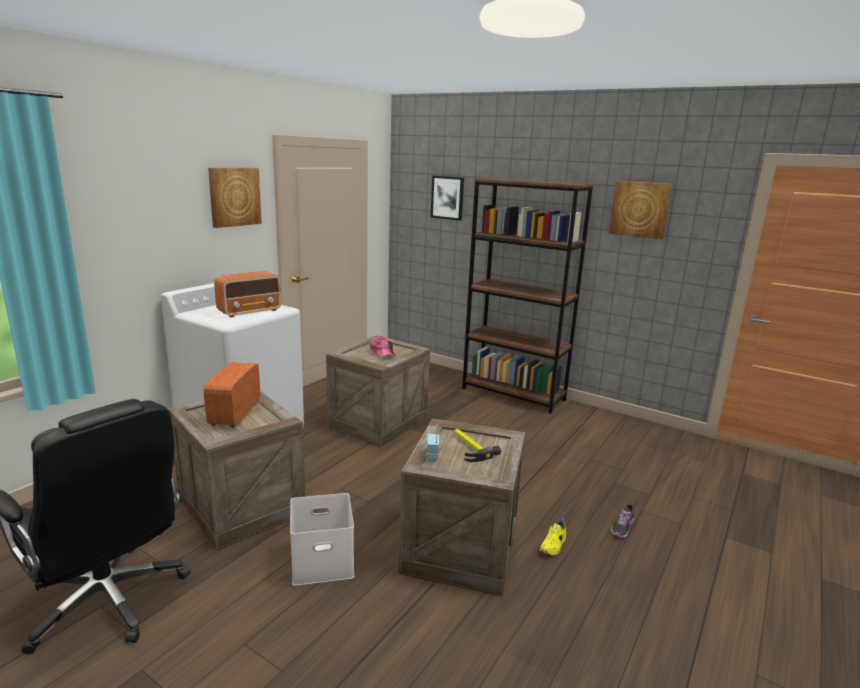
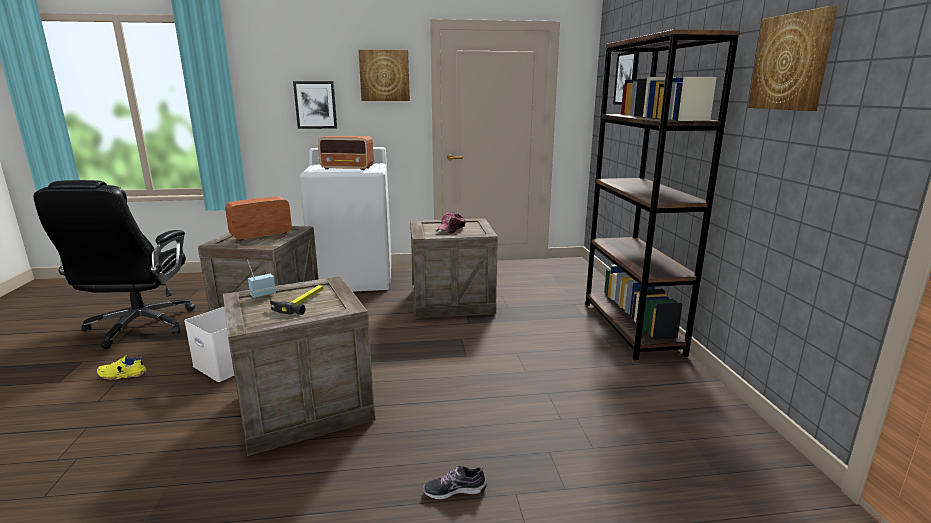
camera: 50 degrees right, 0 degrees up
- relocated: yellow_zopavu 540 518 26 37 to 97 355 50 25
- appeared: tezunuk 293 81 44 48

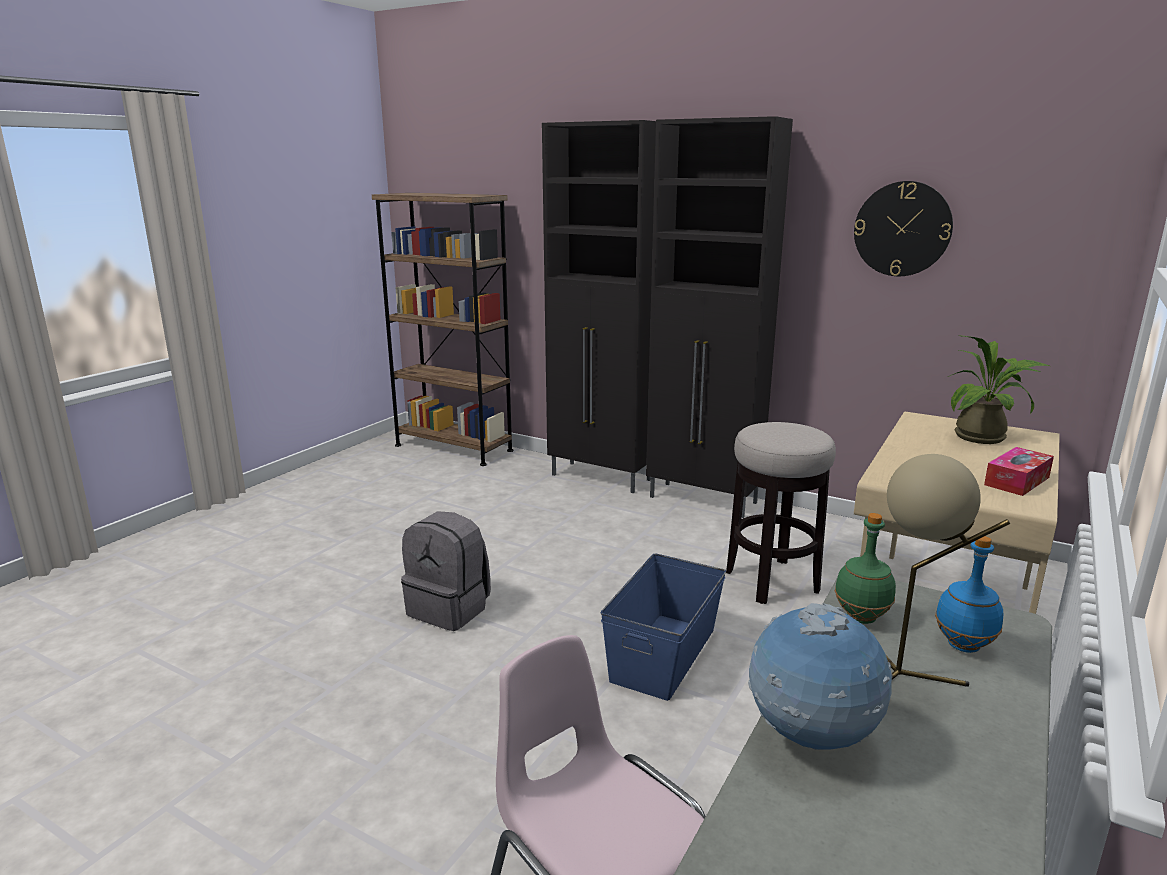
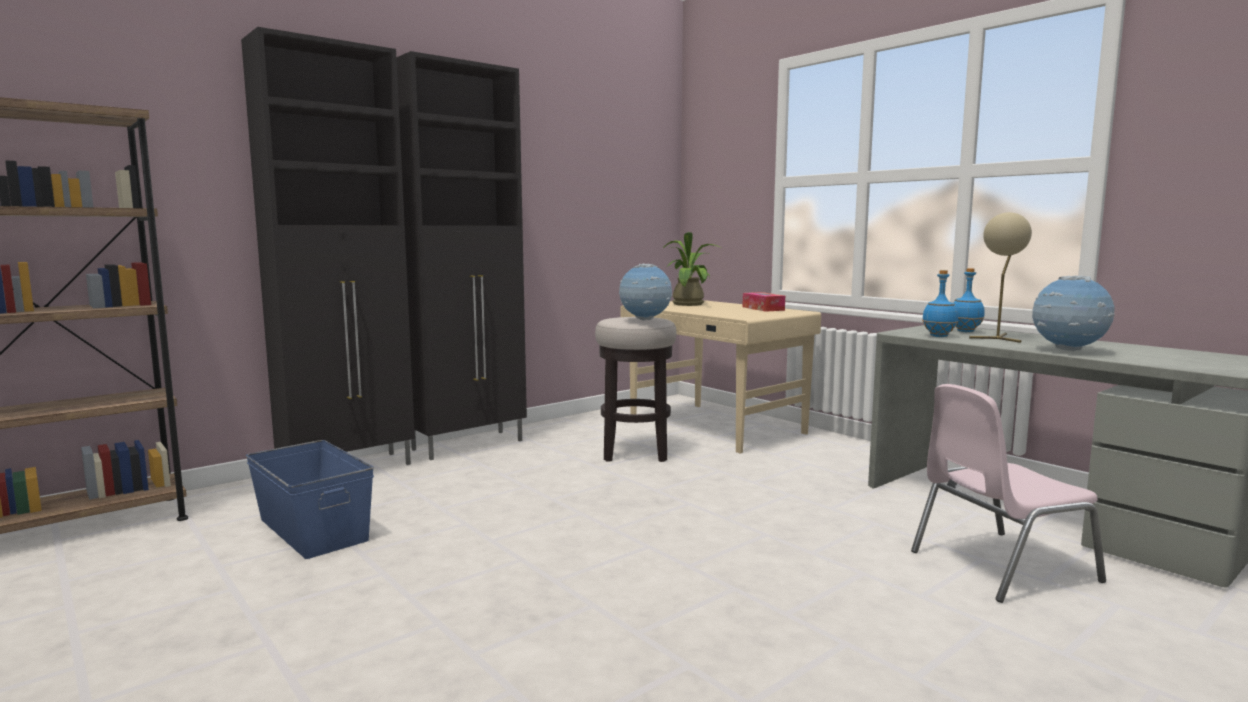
camera: 70 degrees left, 10 degrees down
- missing: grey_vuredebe 401 511 90 120
- relocated: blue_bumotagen 601 553 125 148 to 246 440 128 119
- colour: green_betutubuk 835 513 61 111 to blue_betutubuk 922 270 36 67
- missing: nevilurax 854 181 99 95
- appeared: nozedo 619 264 53 57

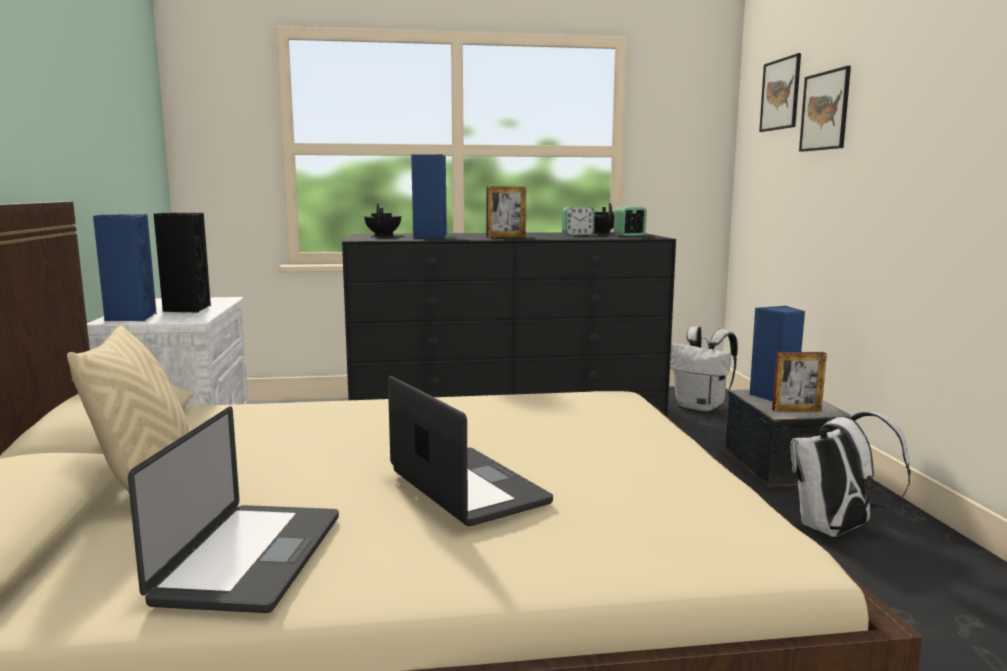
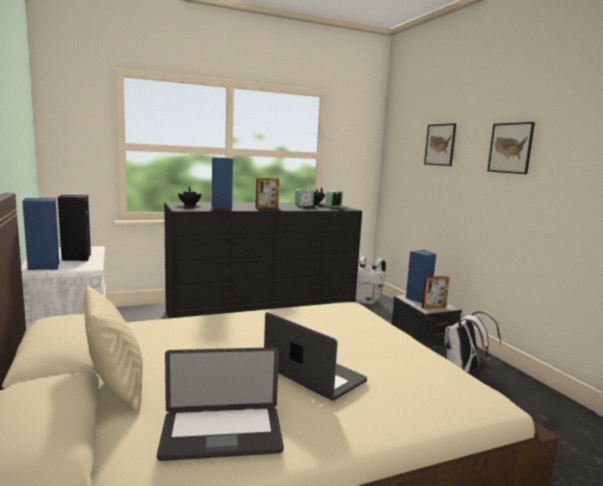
camera: 15 degrees left, 0 degrees up
- spun: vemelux 128 406 211 207 = 157 347 127 114 90 degrees clockwise
- relocated: tezunuk 759 53 42 79 to 487 122 48 52

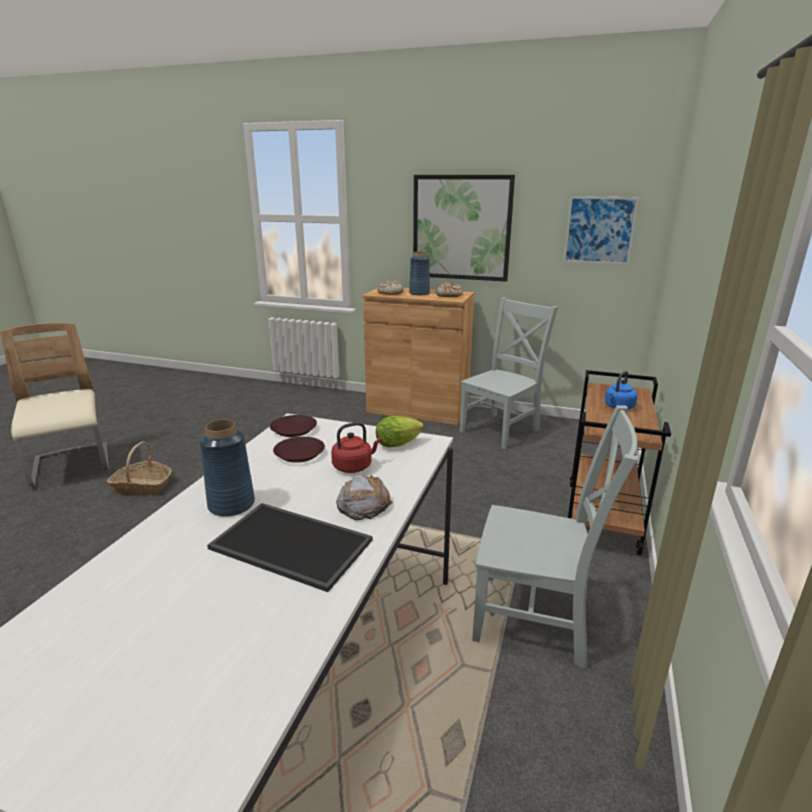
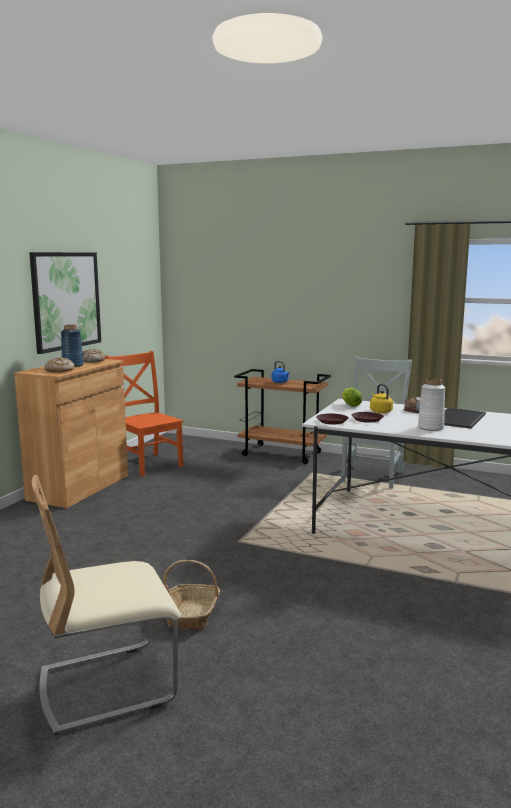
camera: 85 degrees left, 10 degrees down
- colour: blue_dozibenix 199 420 56 97 to white_dozibenix 418 378 27 53
- colour: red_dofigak 331 422 51 51 to yellow_dofigak 370 384 23 29
- colour: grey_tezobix 459 297 99 152 to orange_tezobix 105 351 79 125
- missing: tezunuk 563 196 76 69

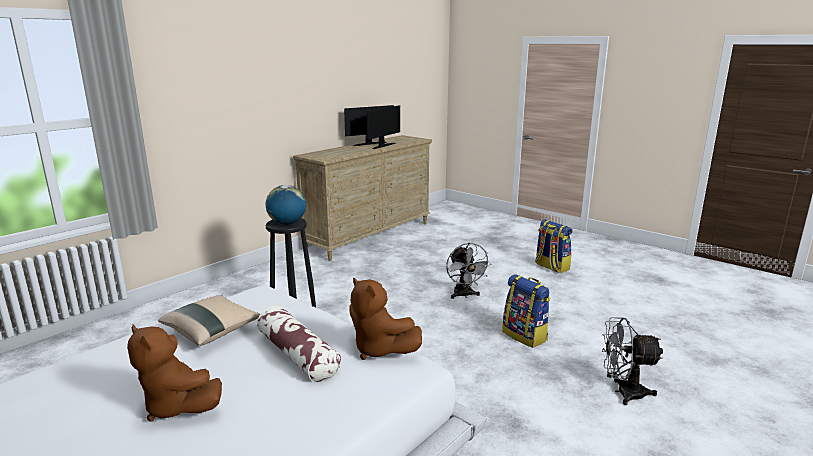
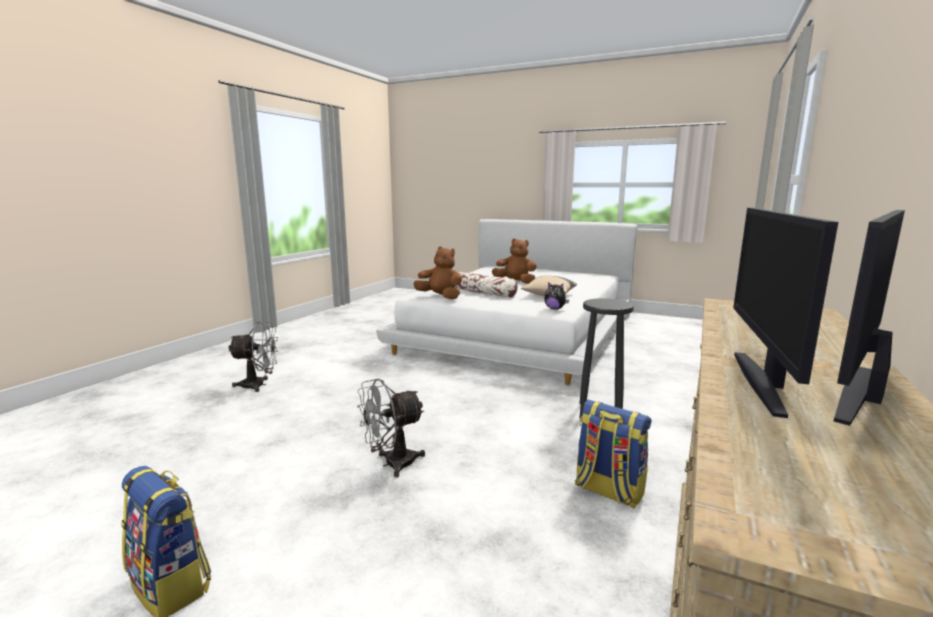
camera: 165 degrees right, 5 degrees down
- missing: nozedo 266 185 40 40
- spun: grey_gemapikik 446 243 45 56 = 357 379 68 98 90 degrees counterclockwise
- relocated: vuredebe 502 274 49 74 to 575 400 76 109
- appeared: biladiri 544 282 25 28

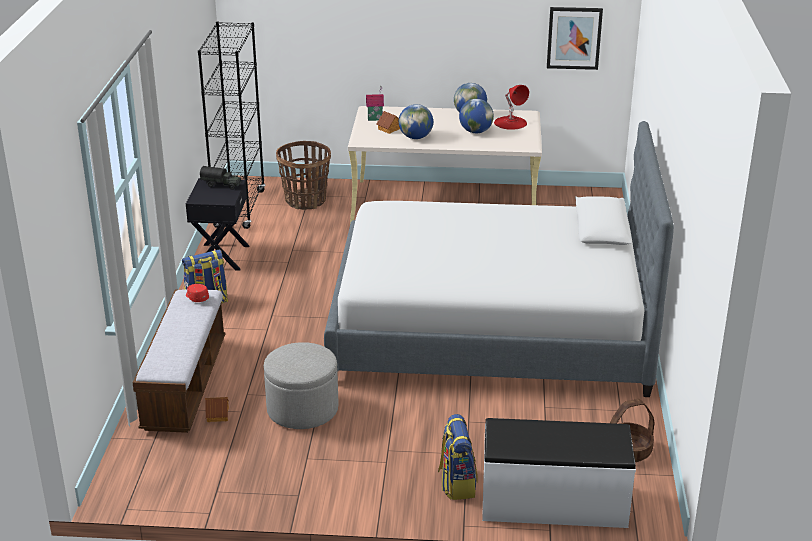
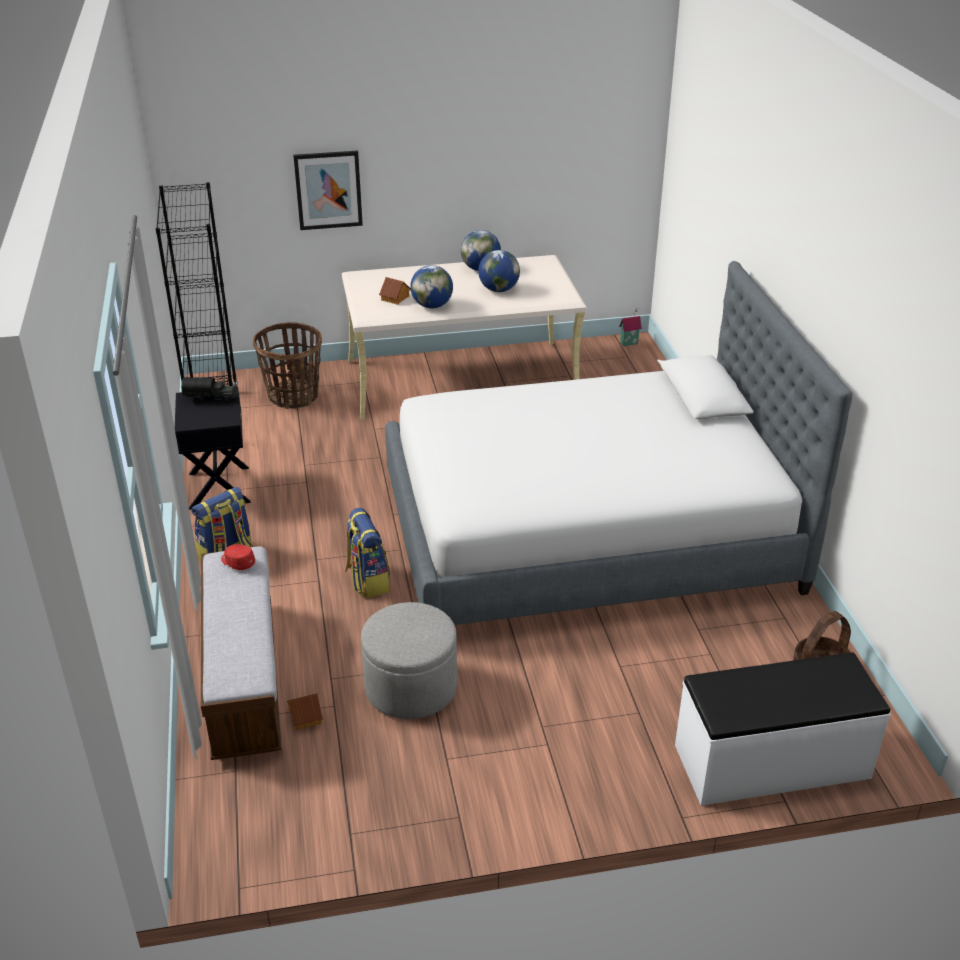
camera: 15 degrees left, 5 degrees up
- relocated: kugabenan 366 86 18 35 to 619 307 23 39
- relocated: vuredebe 438 414 40 86 to 346 508 44 90
- missing: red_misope 494 85 35 45
- relocated: tezunuk 547 7 56 63 to 293 151 70 79

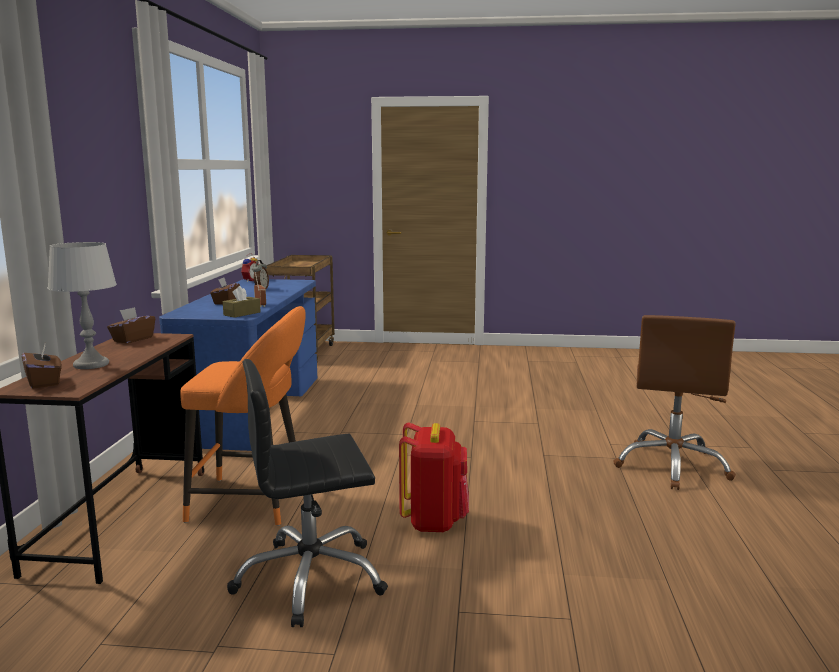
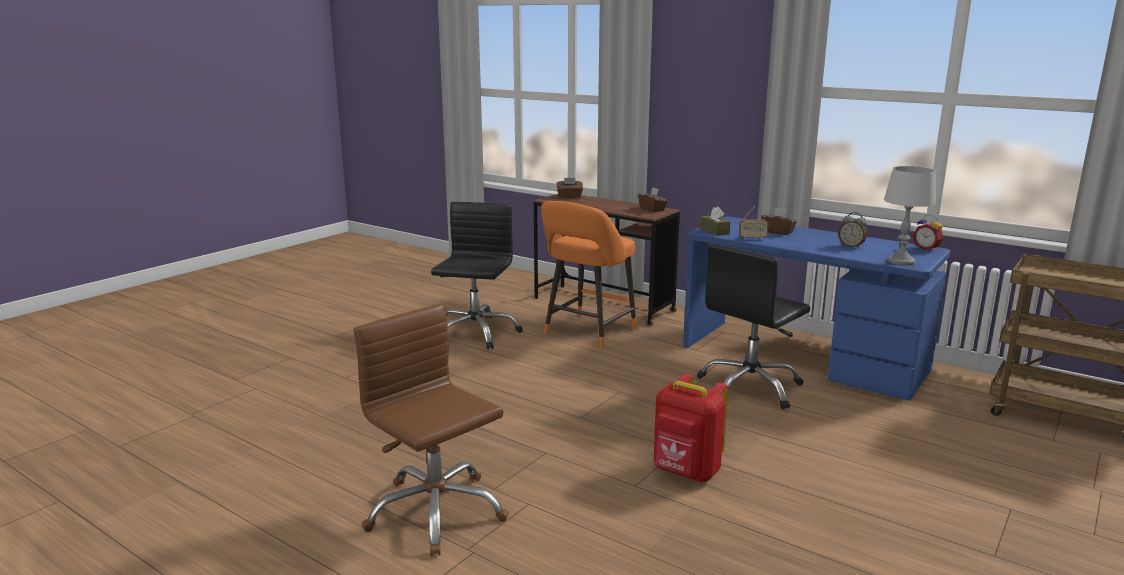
camera: 120 degrees right, 5 degrees up
- relocated: grey_misope 47 242 70 127 to 884 166 52 99
- relocated: red_vuredebe 399 422 70 111 to 654 374 74 108
- appeared: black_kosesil 697 244 113 165

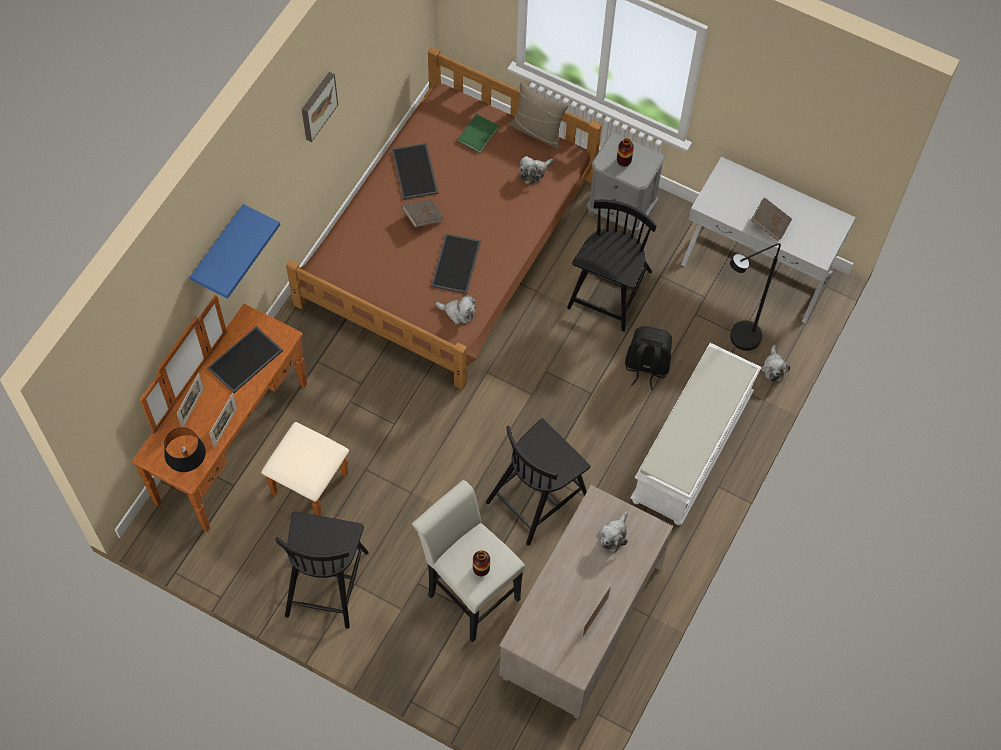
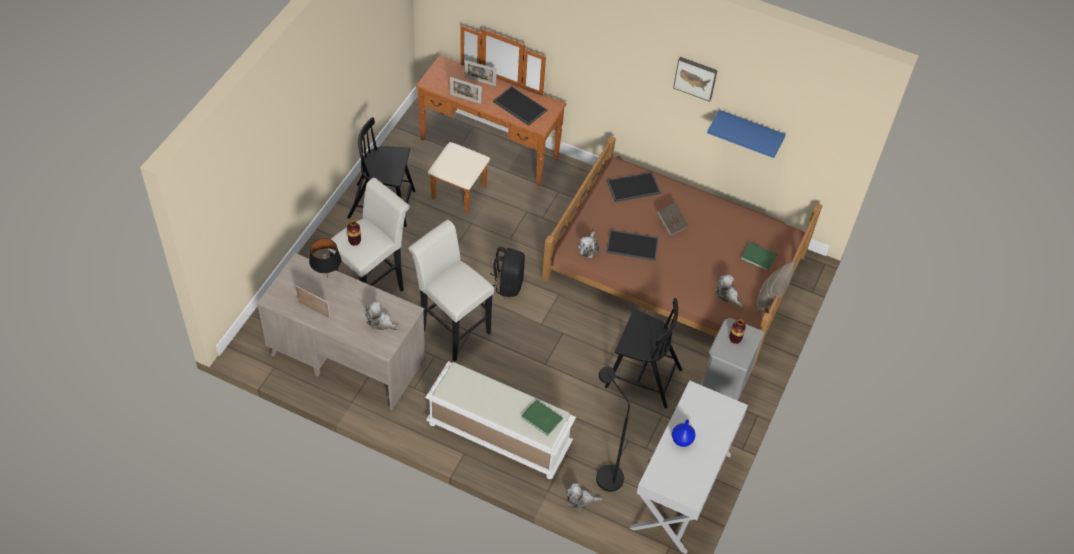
camera: 85 degrees right, 10 degrees down
- relocated: black_misope 164 428 42 44 to 309 238 32 40
- relocated: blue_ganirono 190 204 90 95 to 707 110 79 48
- relocated: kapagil 392 143 46 57 to 607 172 54 30
- exchanged: black_tezobix 486 419 104 127 to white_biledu 408 220 86 142
- relocated: black_vuredebe 625 326 47 64 to 491 247 34 50
- exchanged: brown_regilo 751 198 41 43 to blue_dozibenix 672 420 23 27
- appeared: green_regilo 521 399 42 37

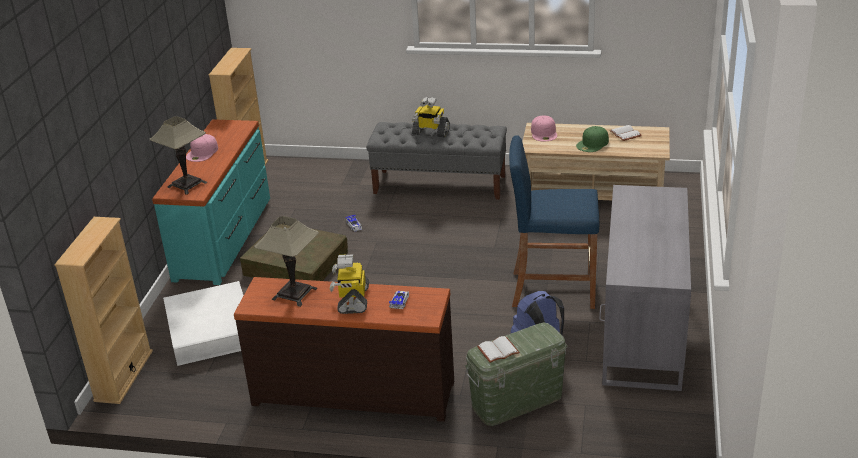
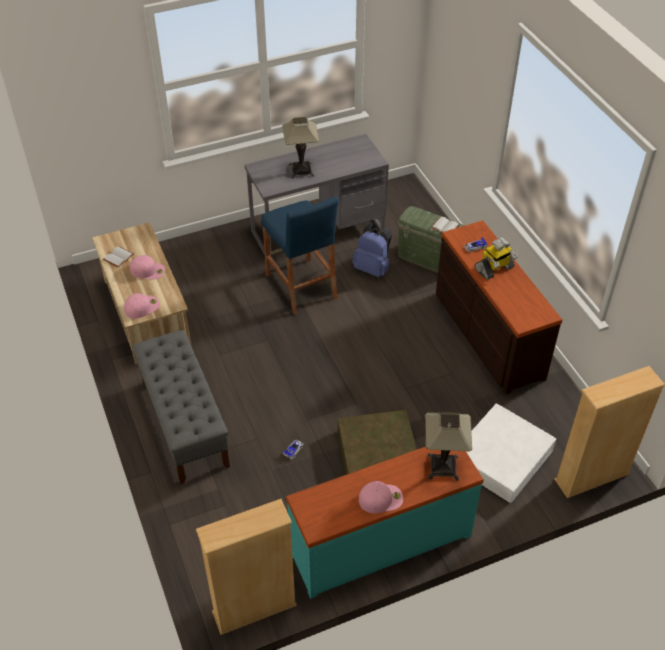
camera: 125 degrees left, 15 degrees up
- relocated: misope 254 216 65 91 to 282 117 37 61
- missing: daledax 412 97 38 40
- colour: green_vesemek 576 126 33 26 to pink_vesemek 130 255 35 24

